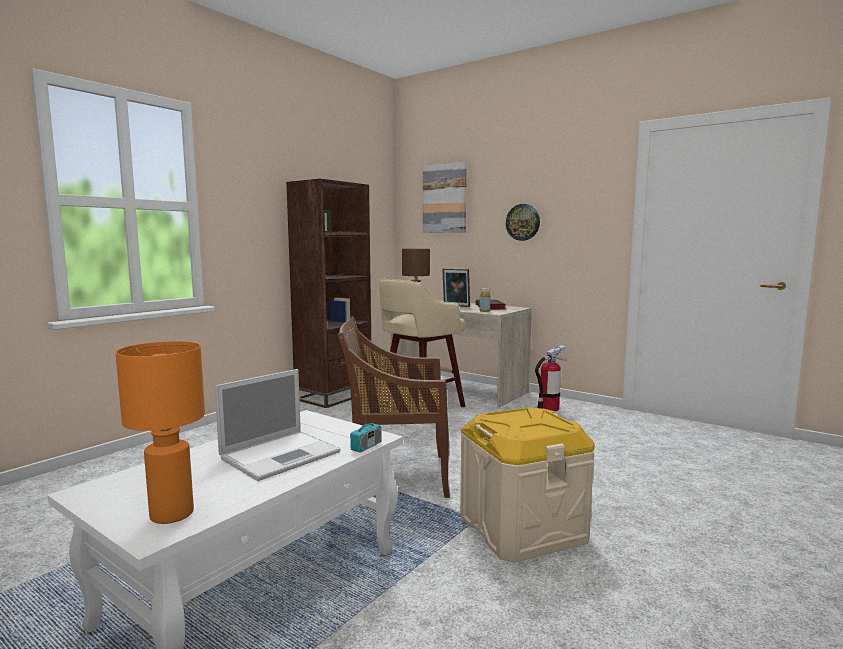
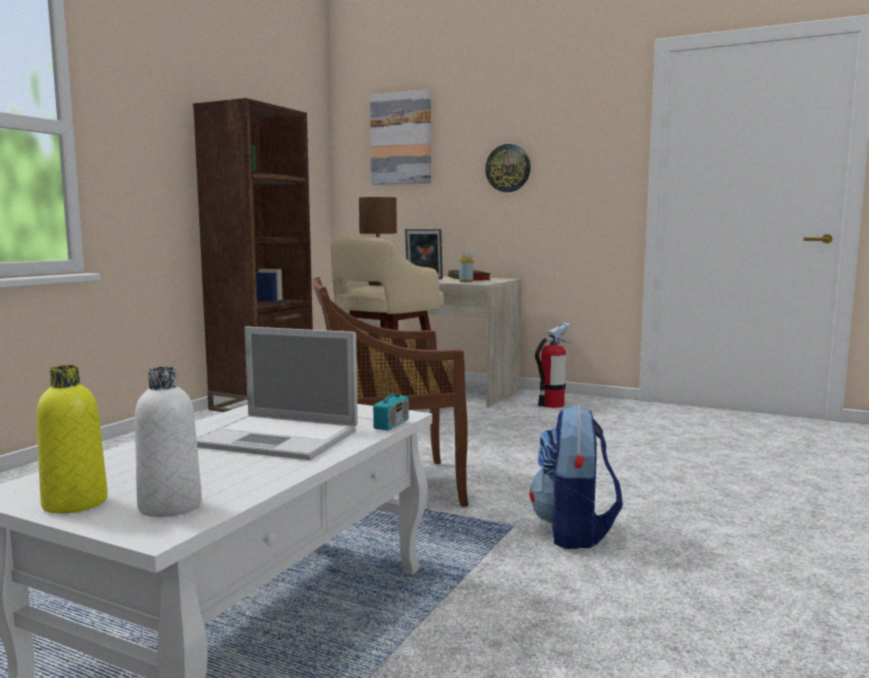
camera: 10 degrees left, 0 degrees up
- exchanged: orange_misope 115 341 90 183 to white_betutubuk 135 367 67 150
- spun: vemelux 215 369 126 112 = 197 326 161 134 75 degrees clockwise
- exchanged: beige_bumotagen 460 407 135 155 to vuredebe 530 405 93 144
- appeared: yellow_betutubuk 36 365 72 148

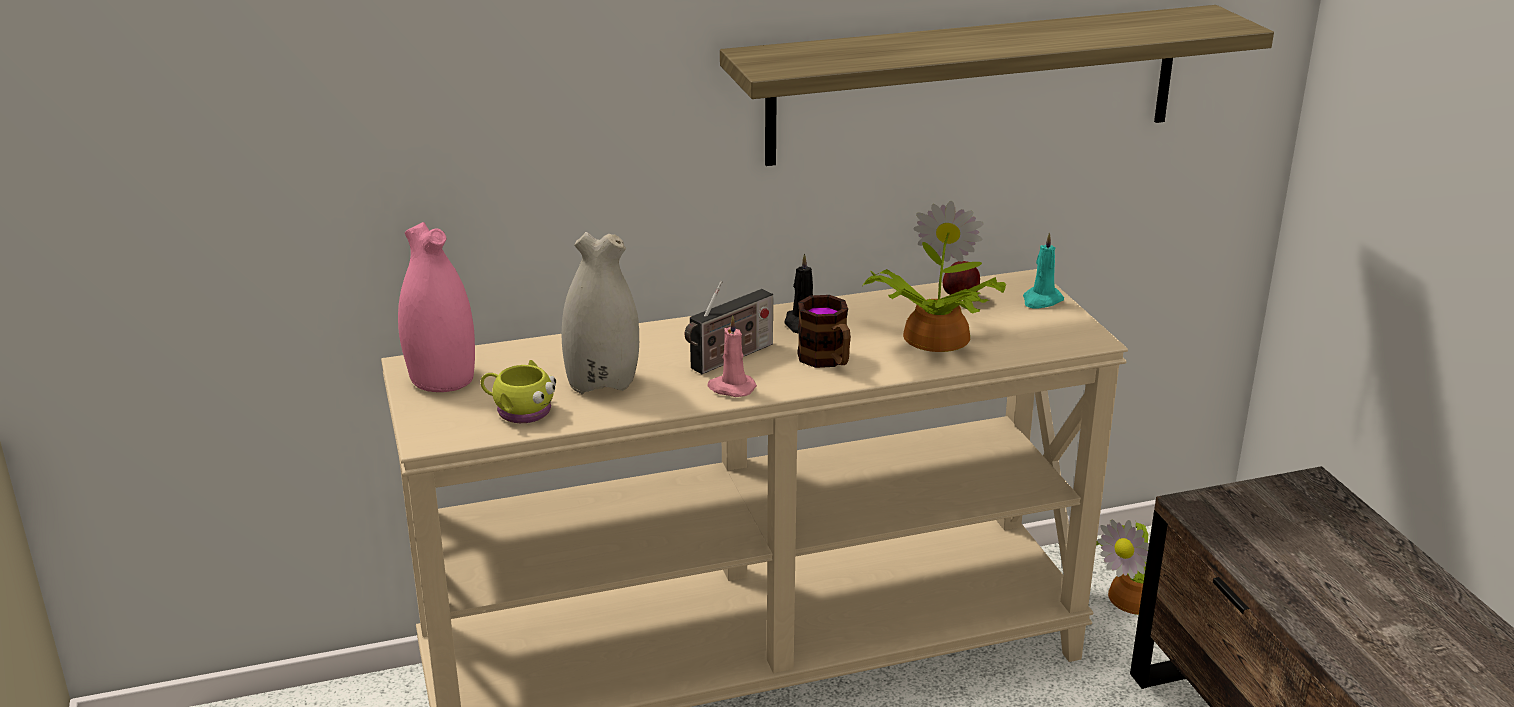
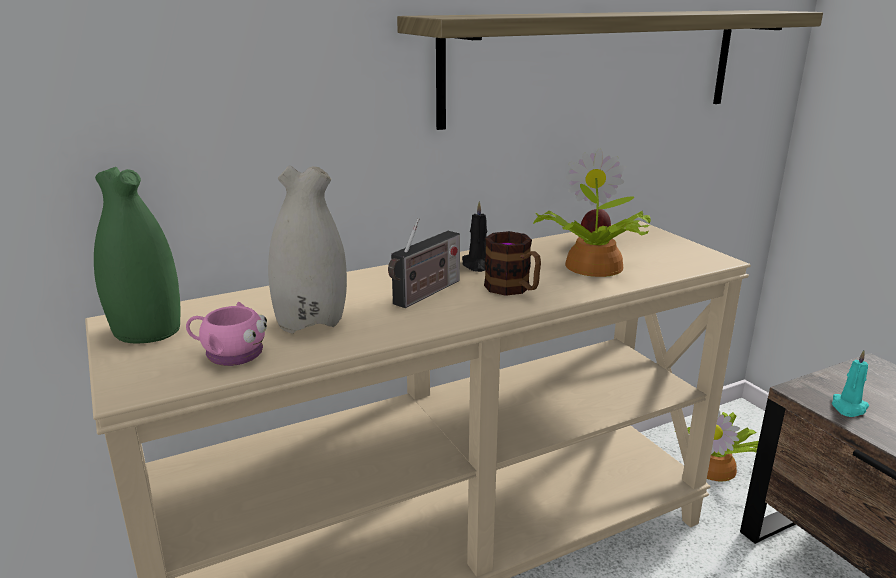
camera: 10 degrees left, 5 degrees down
- colour: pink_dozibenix 398 222 77 170 to green_dozibenix 94 167 86 177
- colour: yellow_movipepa 480 360 76 63 to pink_movipepa 186 302 81 64
- missing: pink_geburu 708 315 49 82
- relocated: turquoise_geburu 1023 233 41 76 to 832 350 37 67

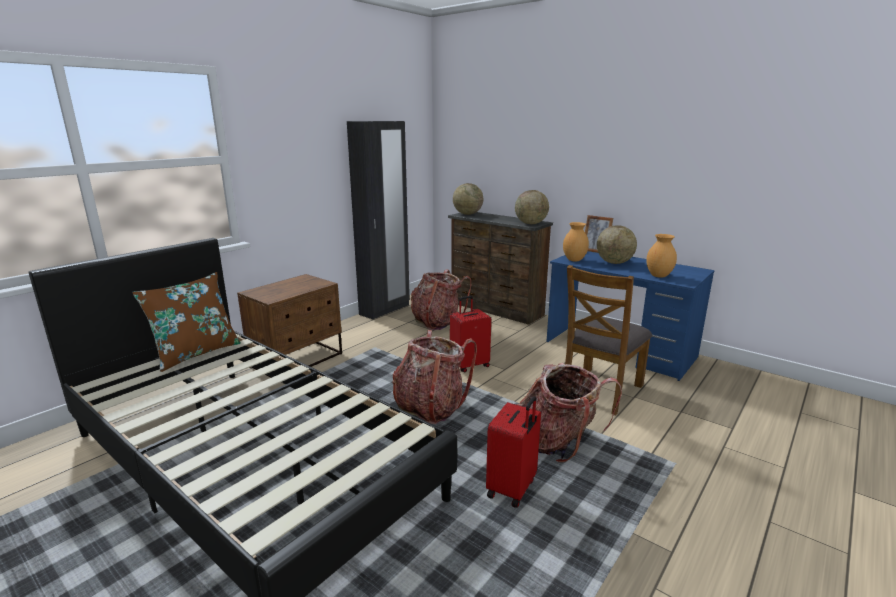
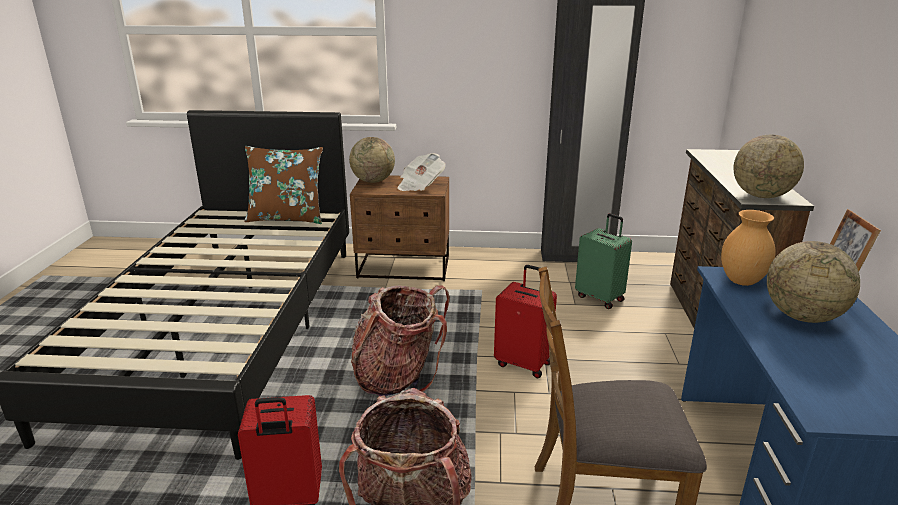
camera: 55 degrees right, 5 degrees up
- exchanged: vuredebe 410 269 61 61 to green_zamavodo 575 214 57 95
- relocated: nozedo 453 183 30 32 to 349 137 46 46
- missing: brown_dozibenix 646 234 31 44
- appeared: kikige 397 153 48 38

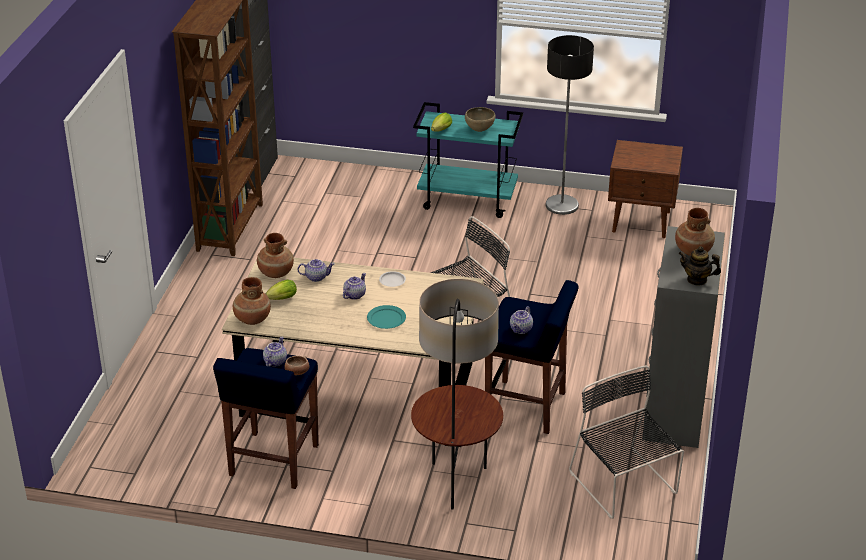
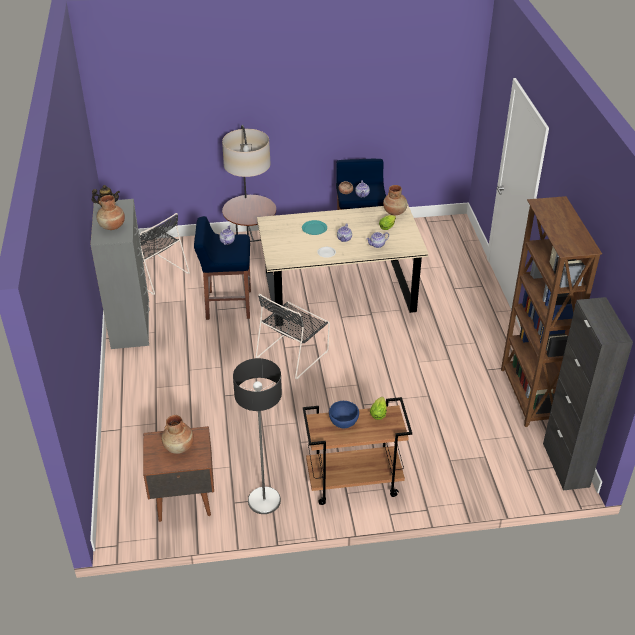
camera: 160 degrees right, 5 degrees up
- relocated: brown_dozibenix 257 233 37 45 to 161 415 33 39
- colour: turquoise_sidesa 413 102 110 116 to brown_sidesa 303 397 109 108
- colour: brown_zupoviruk 465 107 30 25 to blue_zupoviruk 329 401 30 27

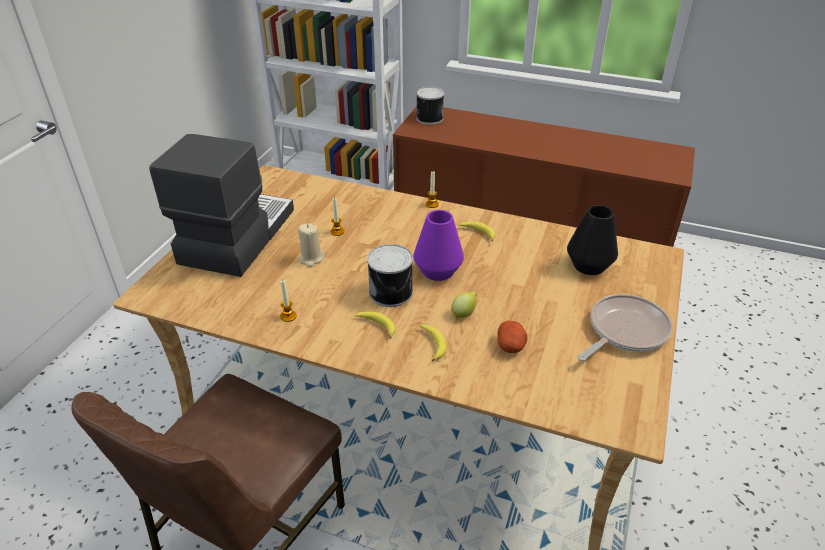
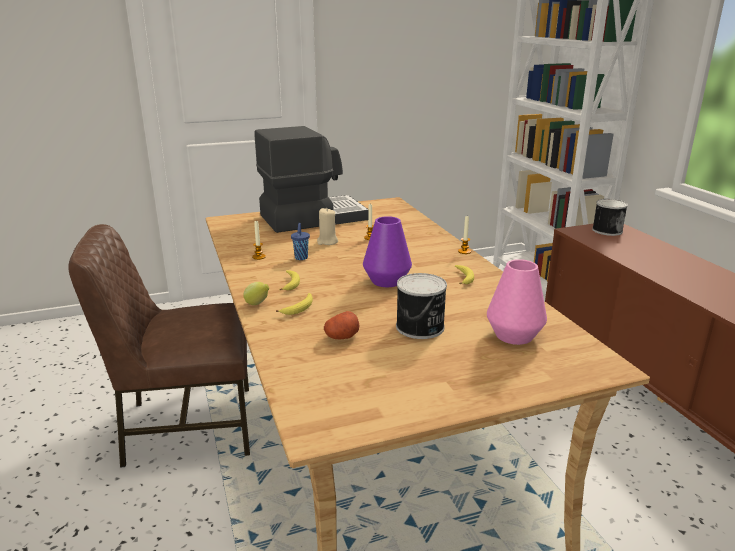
camera: 50 degrees right, 15 degrees down
- relocated: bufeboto 367 244 46 63 to 396 273 51 66
- relocated: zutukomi 451 291 26 27 to 243 282 26 23
- colour: black_dozibenix 567 205 51 70 to pink_dozibenix 487 259 60 86
- missing: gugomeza 577 294 96 67
- appeared: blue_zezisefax 291 222 19 38

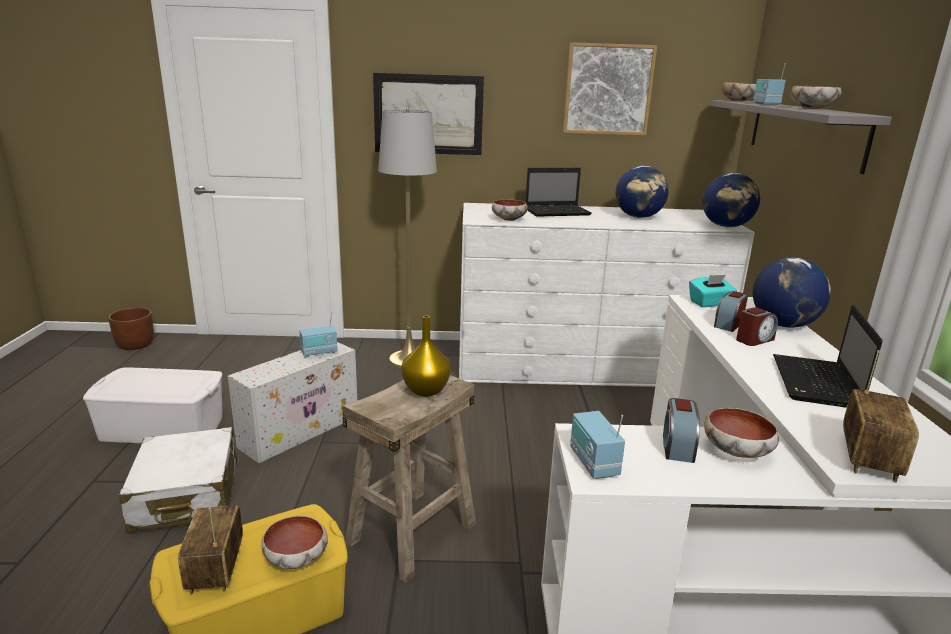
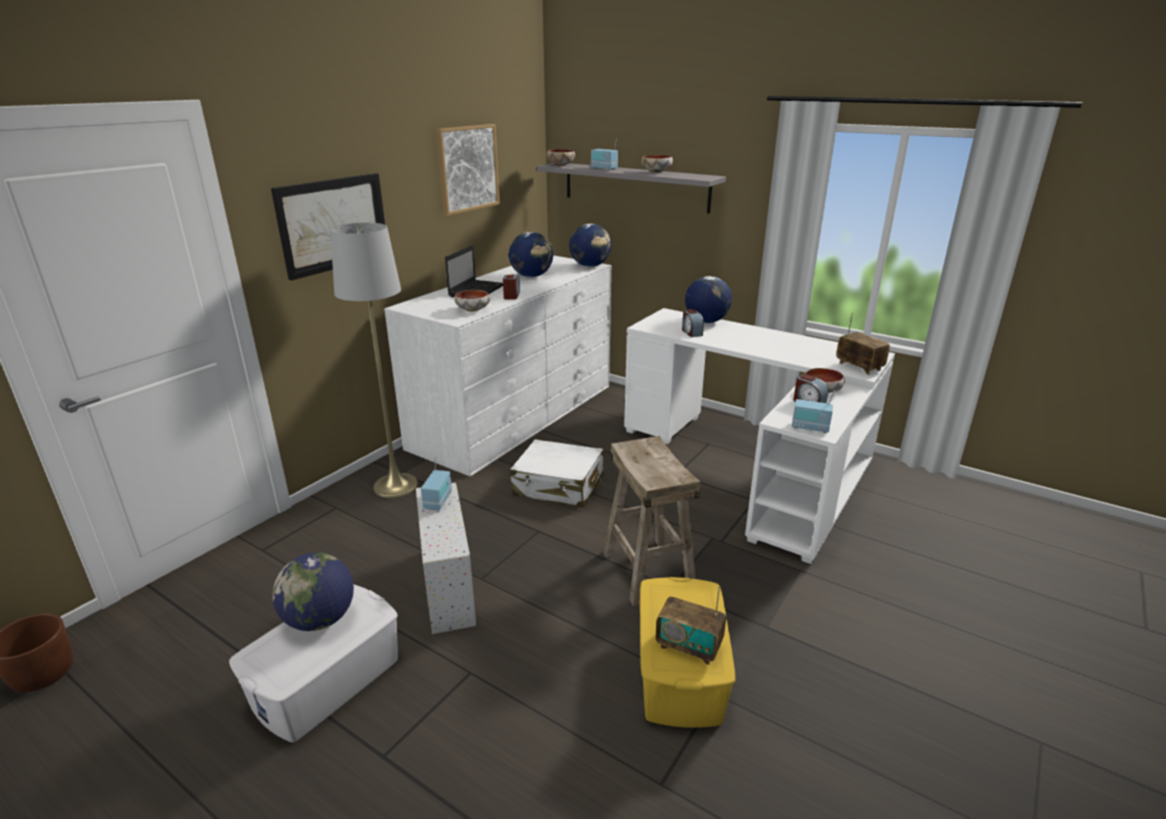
camera: 55 degrees left, 5 degrees up
- relocated: white_zamavodo 119 427 118 106 to 510 439 94 68
- missing: zupoviruk 261 516 67 53
- missing: yellow_dozibenix 401 316 50 81
- missing: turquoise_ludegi 689 275 48 32
- relocated: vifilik 736 307 42 39 to 503 275 17 25
- missing: vemelux 773 305 110 103
- appeared: nozedo 273 553 81 78

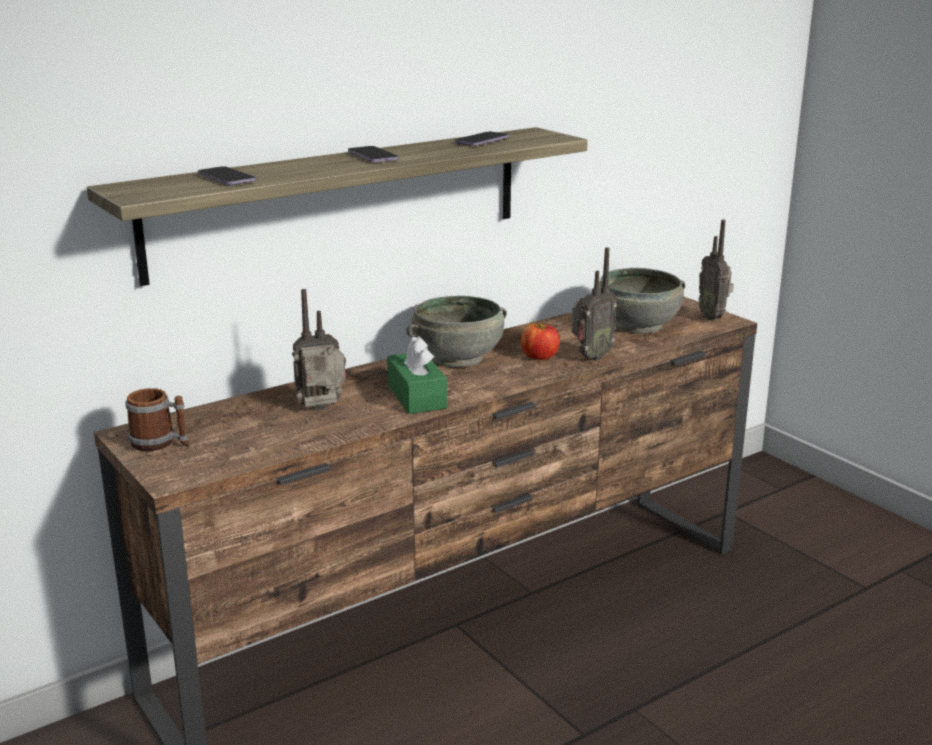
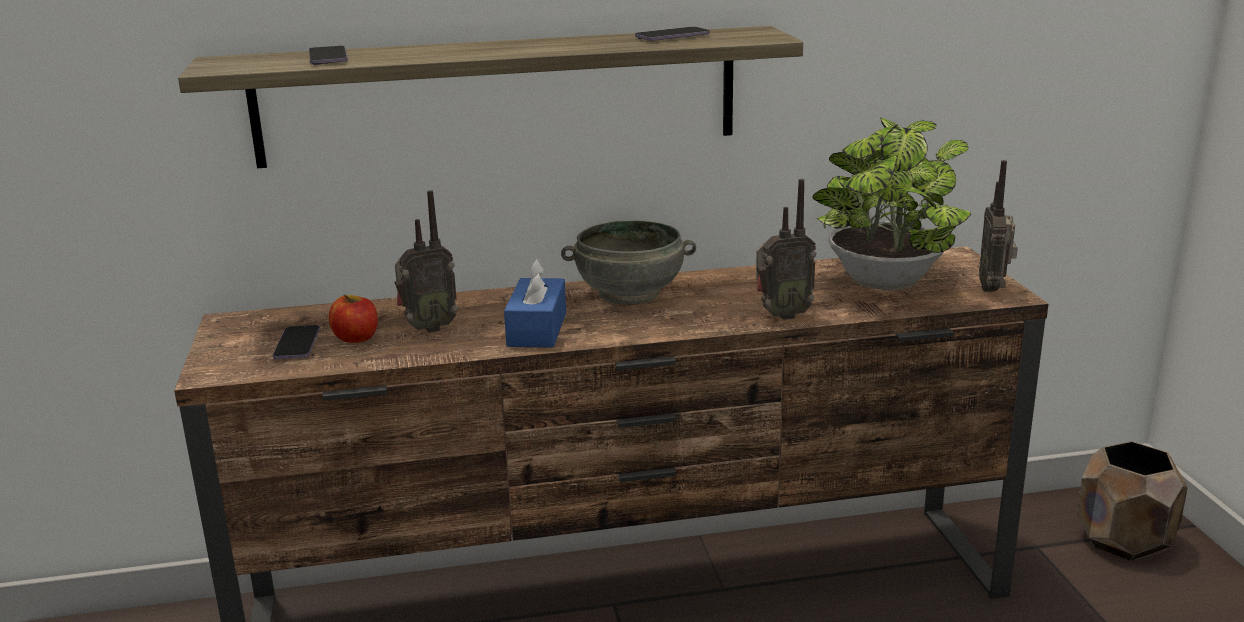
camera: 25 degrees right, 0 degrees up
- missing: movipepa 126 388 64 63
- spun: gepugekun 292 289 55 122 = 395 190 63 143 150 degrees clockwise
- relocated: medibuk 348 146 51 16 to 273 325 47 34
- colour: green_ludegi 387 336 60 78 to blue_ludegi 504 258 62 90
- relocated: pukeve 521 323 39 37 to 329 294 49 49
- exchanged: grey_zupoviruk 599 268 86 66 to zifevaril 812 117 159 173
- appeared: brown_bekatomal 1077 441 111 120

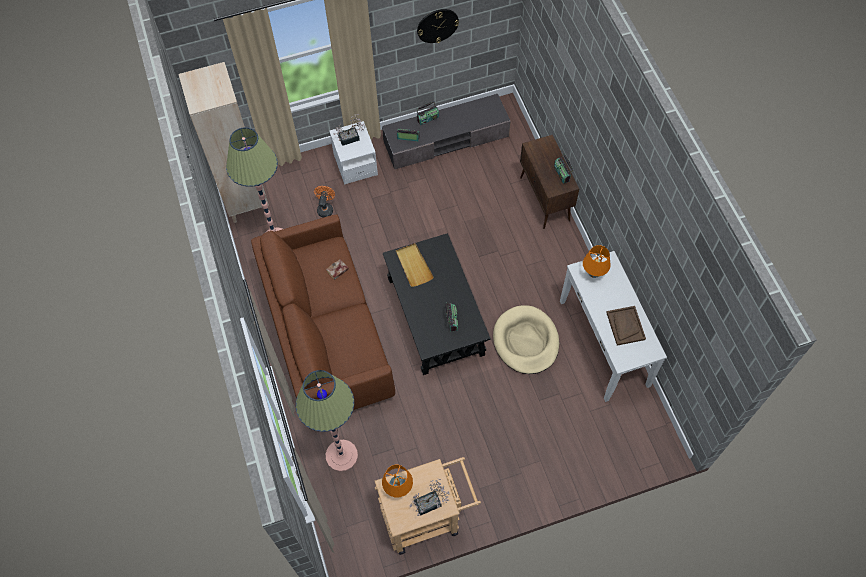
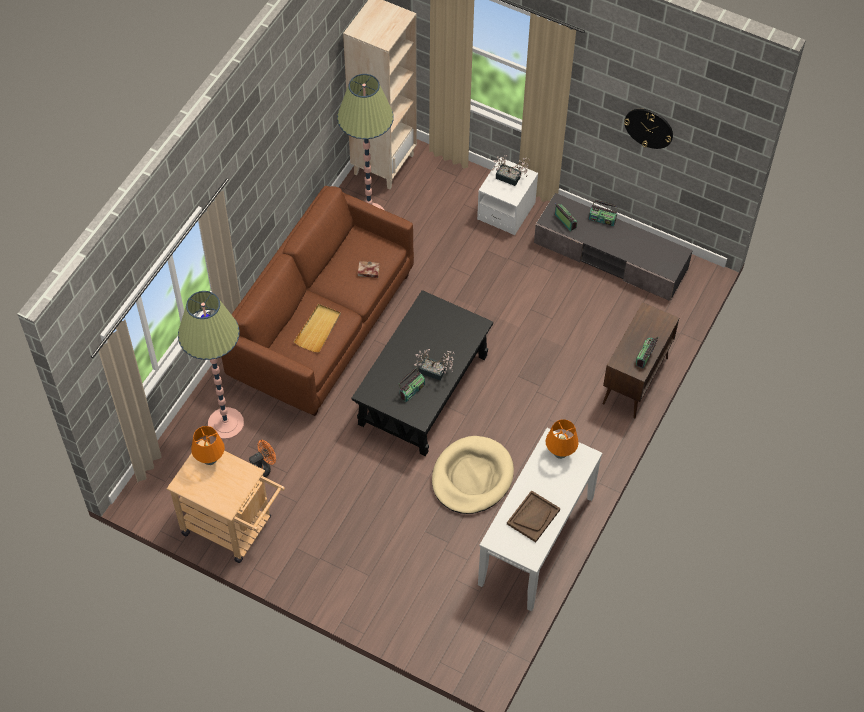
camera: 45 degrees right, 5 degrees down
- relocated: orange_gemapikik 314 186 21 31 to 249 440 27 38
- relocated: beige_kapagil 396 243 38 44 to 294 304 47 49
- relocated: zifevaril 410 478 40 38 to 414 349 41 32

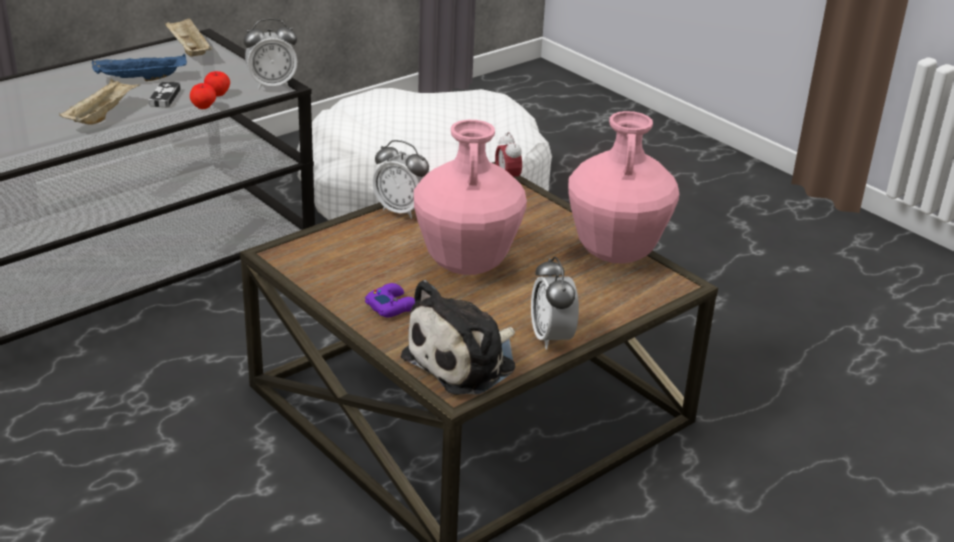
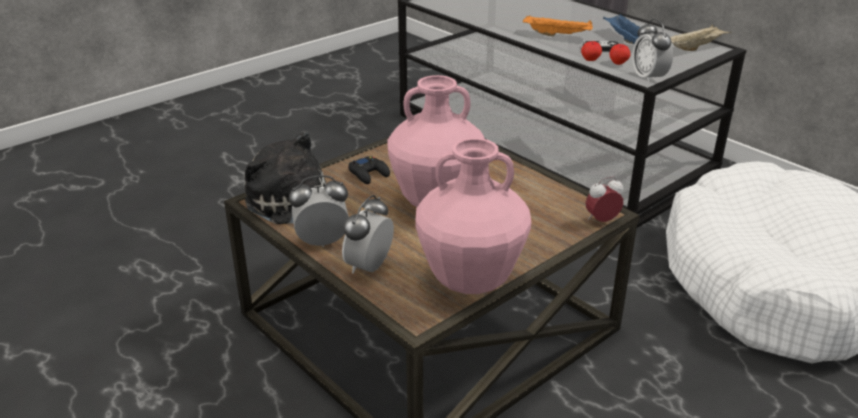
camera: 90 degrees right, 0 degrees up
- colour: beige_kapagil 59 79 81 46 to orange_kapagil 523 16 70 21
- colour: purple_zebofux 365 283 50 35 to black_zebofux 348 156 42 28
- relocated: vifilik 373 140 56 79 to 342 195 52 79

